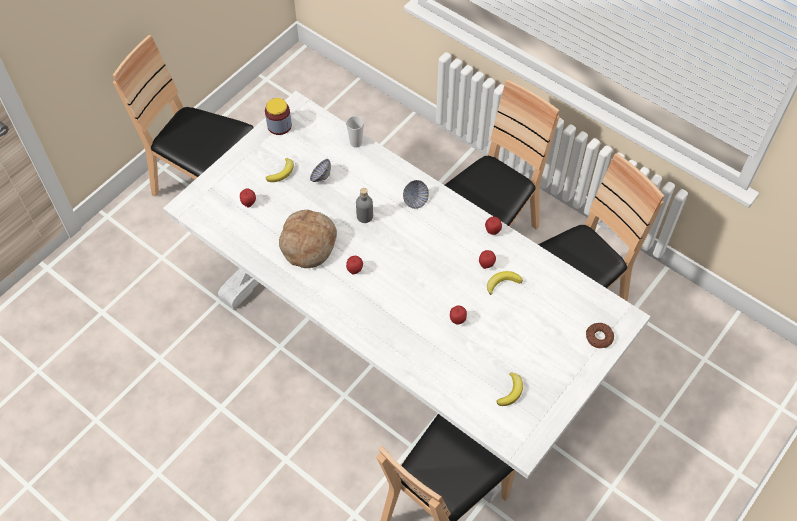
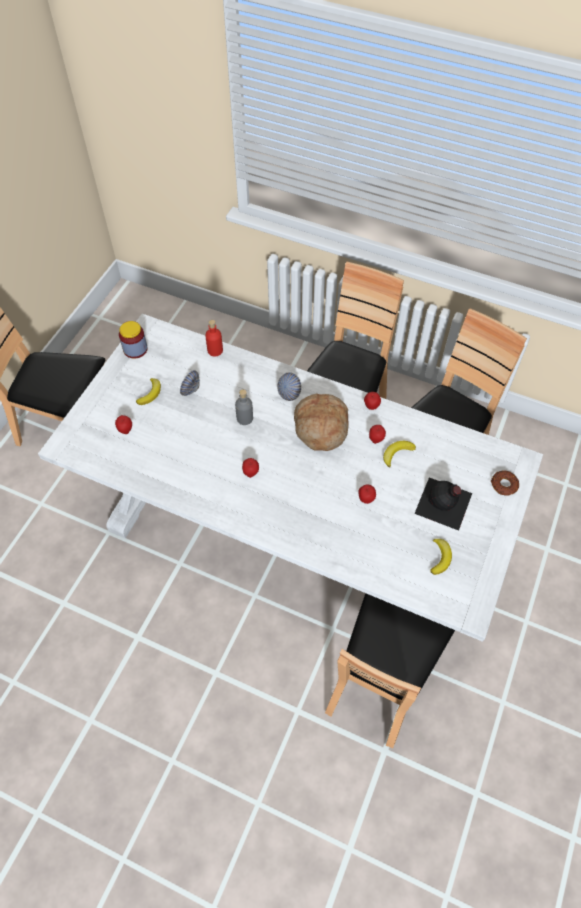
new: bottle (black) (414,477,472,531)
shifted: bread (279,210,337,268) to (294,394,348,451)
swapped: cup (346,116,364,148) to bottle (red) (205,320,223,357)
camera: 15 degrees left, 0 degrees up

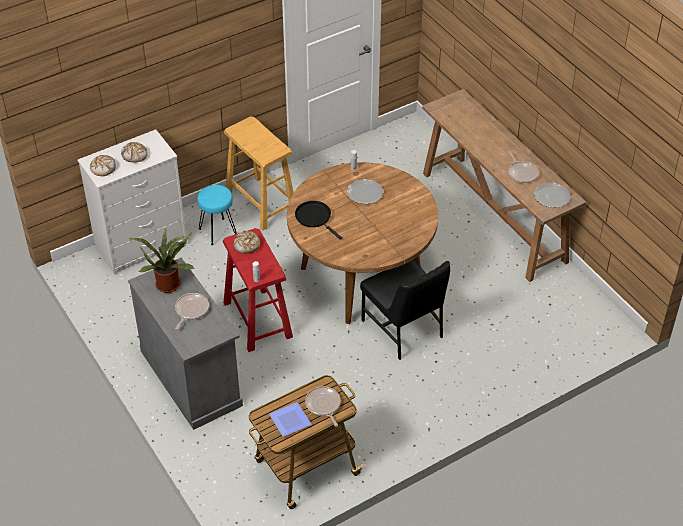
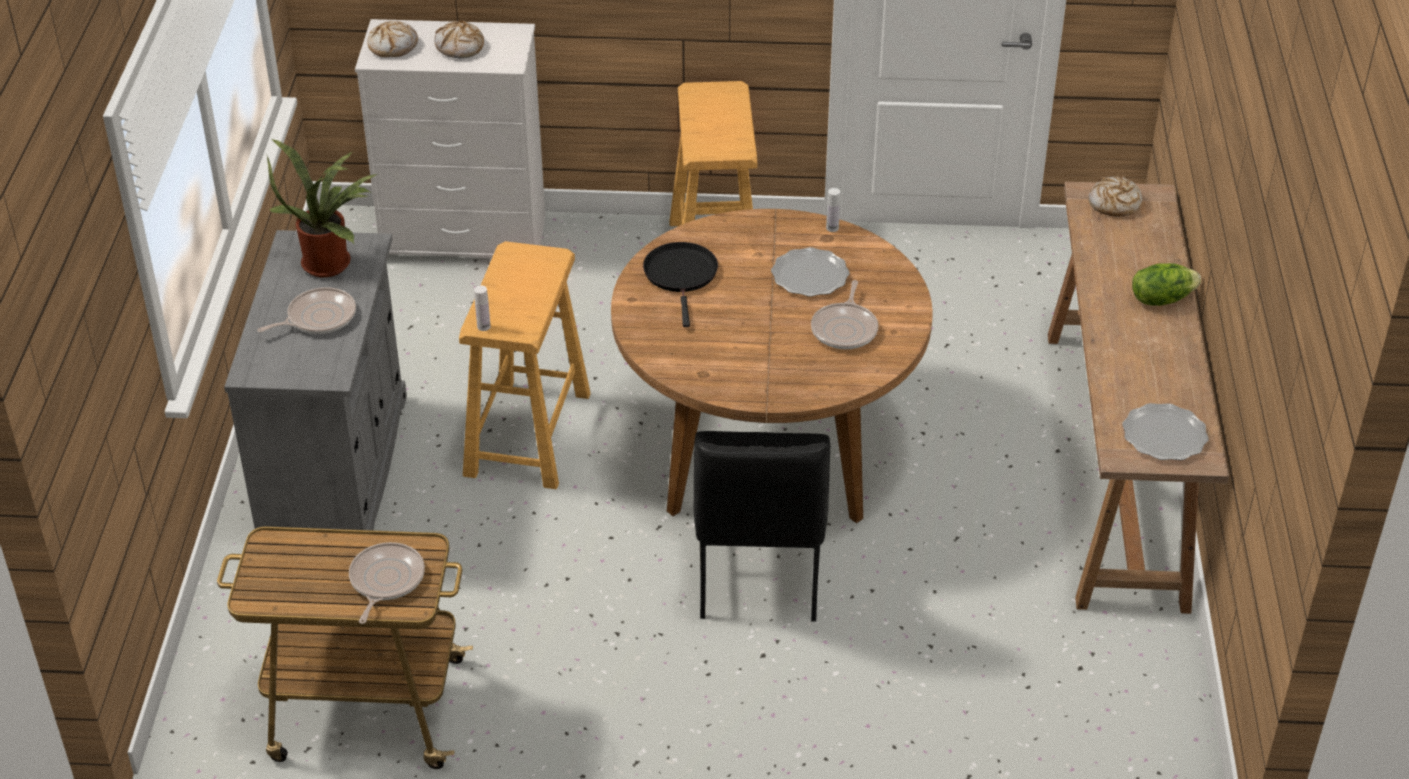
gone: stool (turquoise) (197,185,237,245); plate (269,402,312,437)
new: lettuce (1132,263,1201,306)
shifted: bread (234,230,260,254) to (1088,176,1142,217); frying pan (508,151,539,183) to (811,280,878,349)
repainted: stool (red) (223,228,293,352) to stool (beige) (459,241,591,489)
camera: 35 degrees right, 5 degrees down

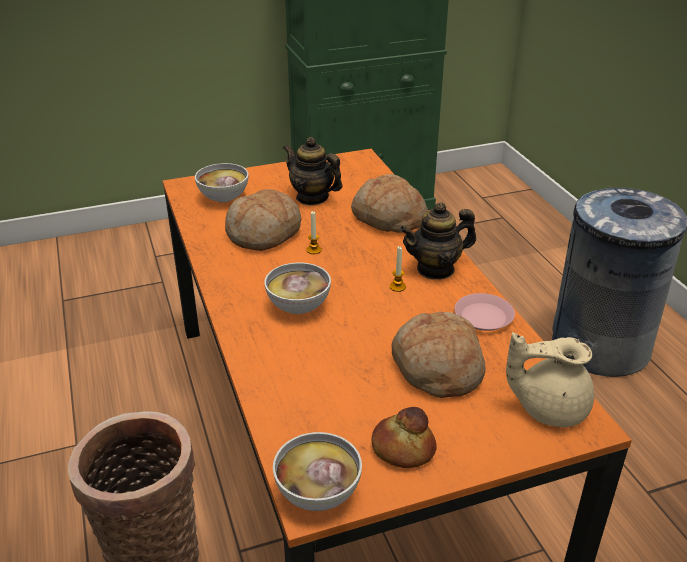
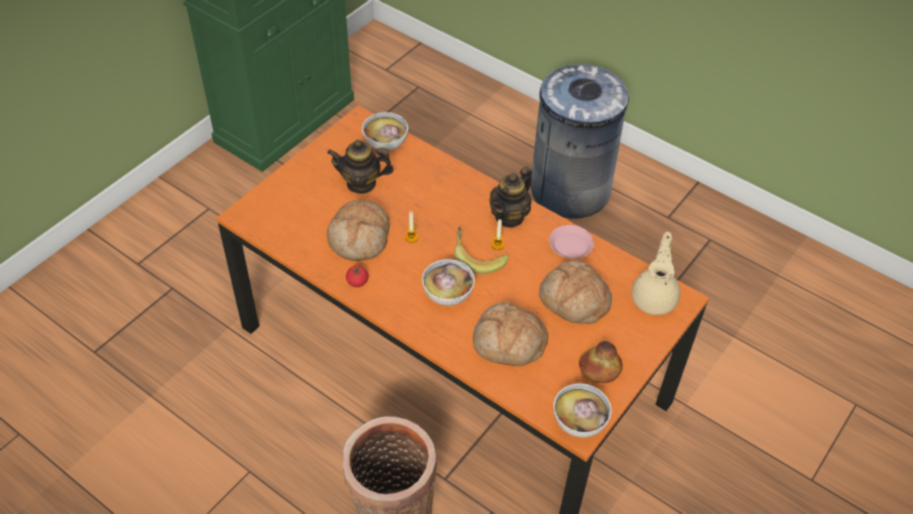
new: tomato (346,266,369,287); banana (454,227,509,274)
shifted: bowl (195,163,249,203) to (362,112,408,151); bread (351,174,428,233) to (473,302,548,366)
rotated: teapot (beige) (506,332,594,427) = (632,232,680,315) 135 degrees clockwise
camera: 35 degrees left, 15 degrees up

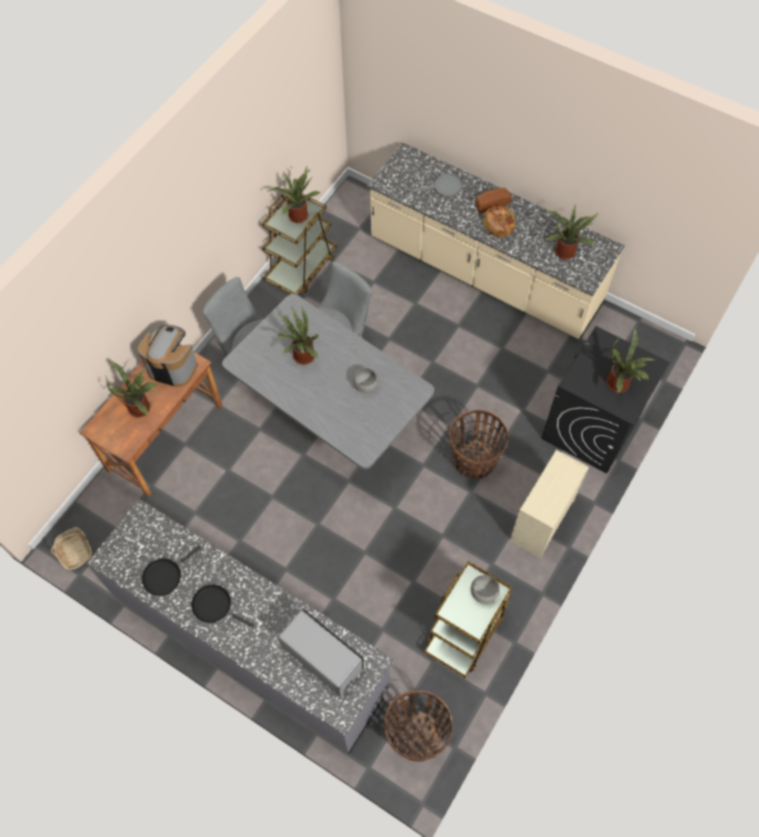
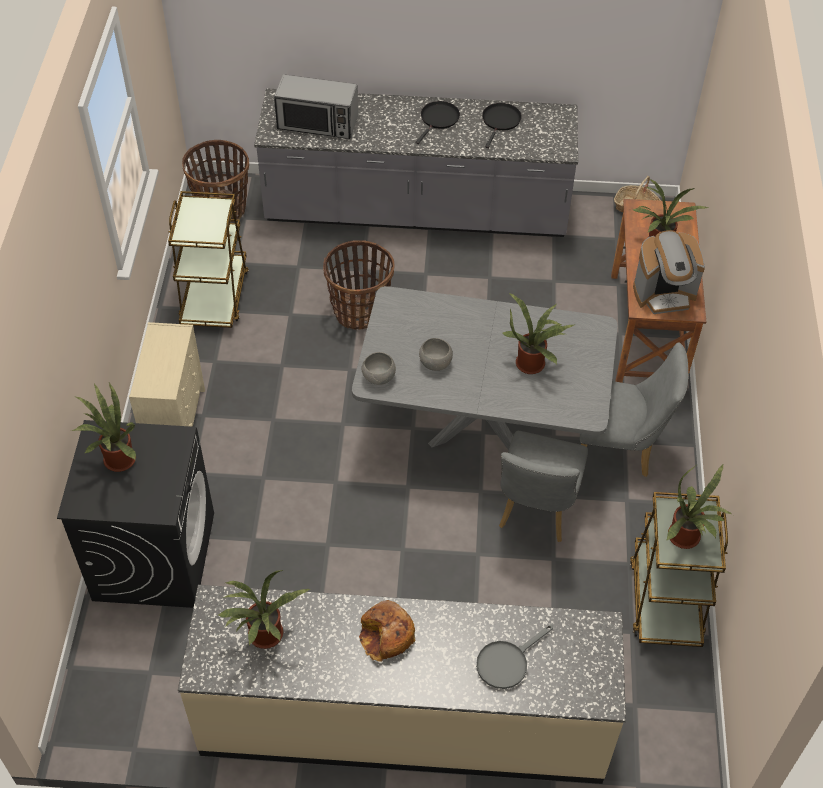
gone: bread (476,188,512,213)
shifted: basket (449,409,508,479) to (323,240,395,330); bowl (grey) (471,575,500,604) to (361,352,396,385)
rotated: frying pan (black) (191,585,254,627) = (415,101,460,144) 60 degrees counterclockwise
camera: 150 degrees right, 10 degrees down

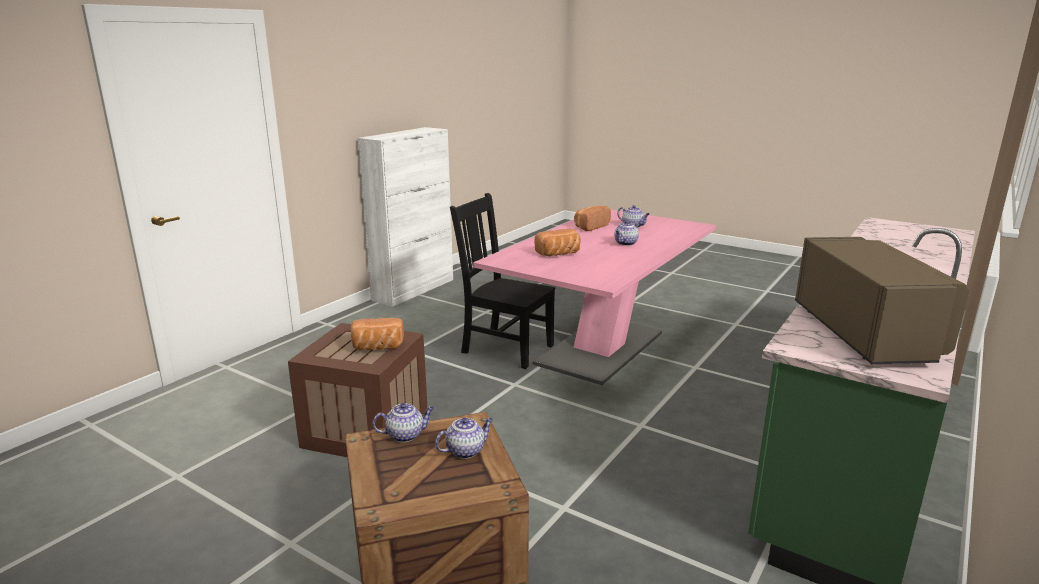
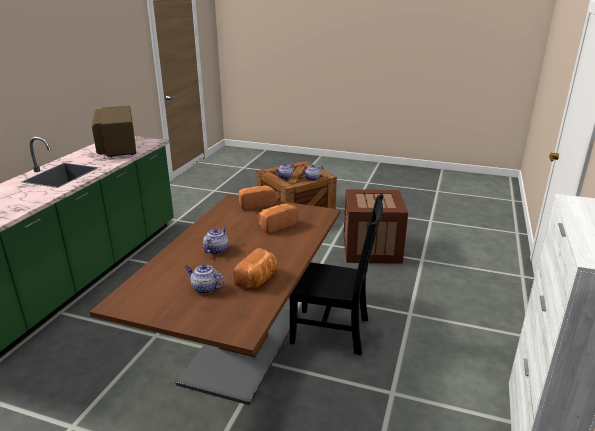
shifted: bread (351,318,404,351) to (239,186,276,210)
repainted: dining table (pink) (473,209,716,385) to dining table (brown) (90,194,340,405)
camera: 165 degrees right, 5 degrees up

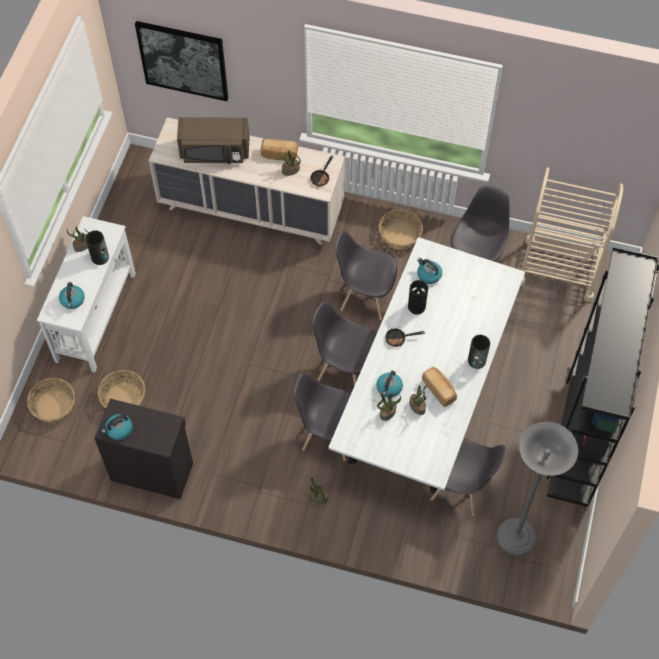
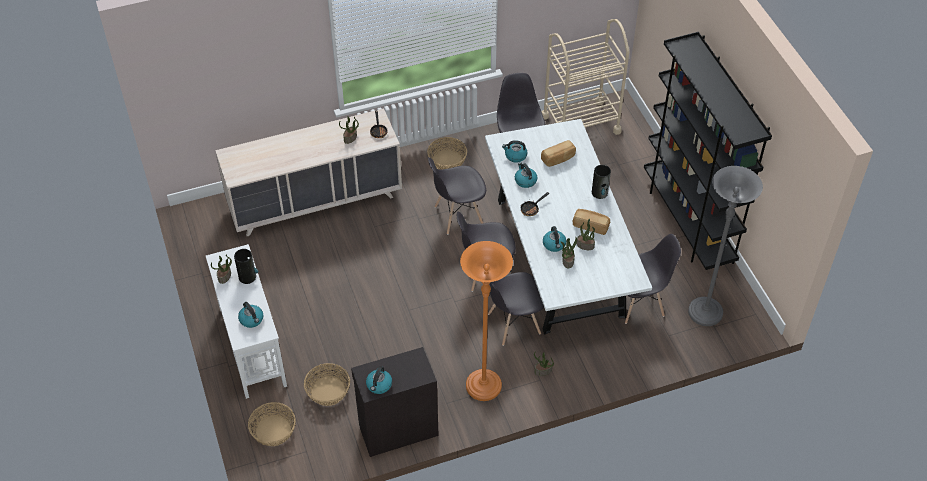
gone: picture (135,21,228,101); microwave (brown) (177,117,250,164)
new: floor lamp (orange) (460,241,513,401)
shifted: bread (260,139,298,160) to (541,140,576,167)
swapped: vase (408,280,428,315) to kettle (515,163,537,188)
camera: 35 degrees left, 10 degrees down

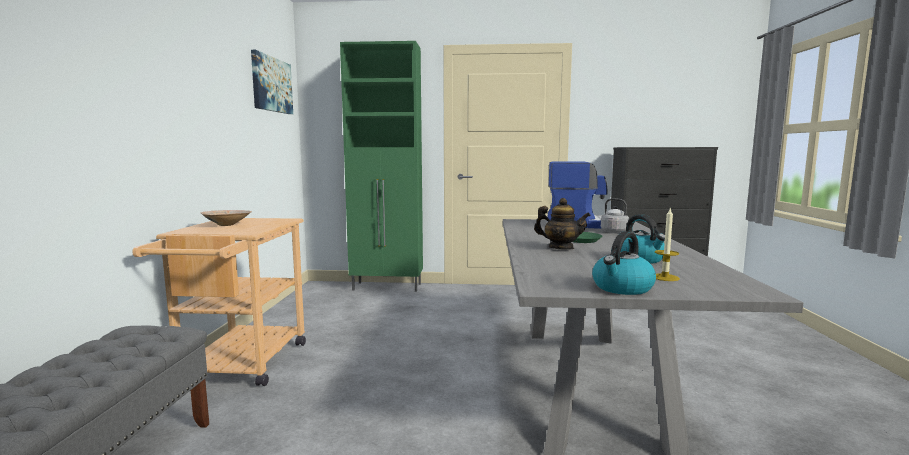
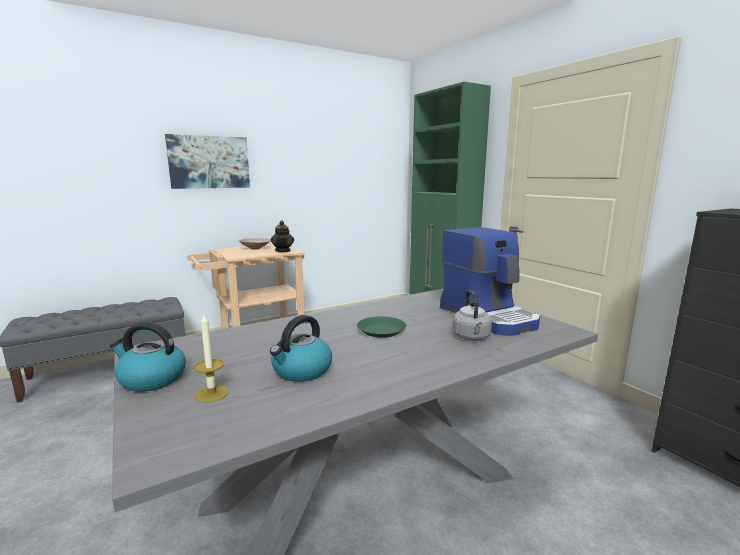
shifted: picture (251,50,293,114) to (165,134,250,189); teapot (534,198,591,250) to (271,221,294,252)
camera: 55 degrees right, 5 degrees up

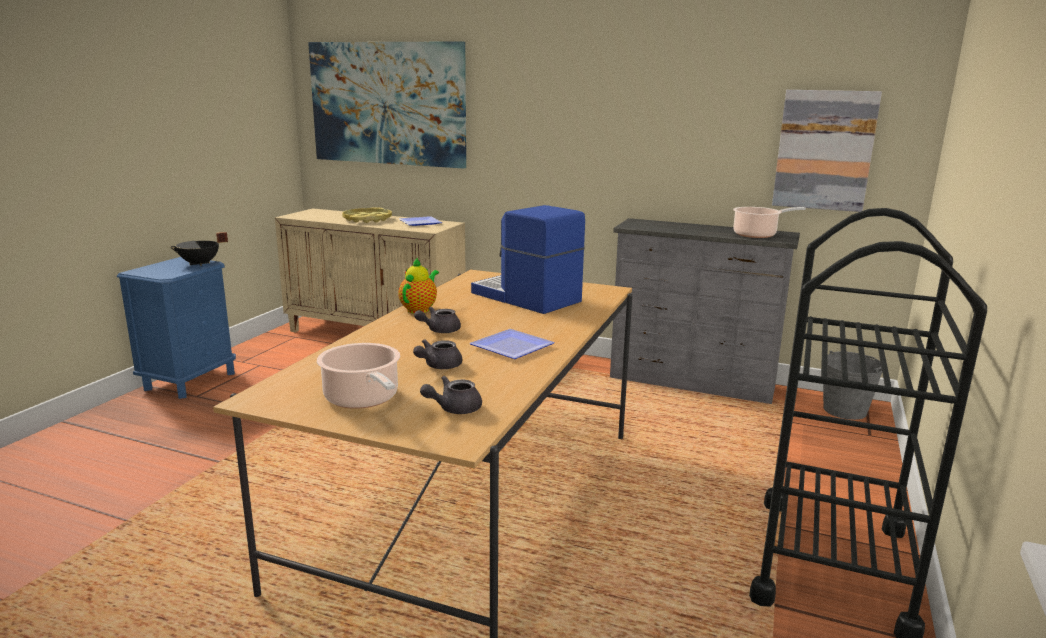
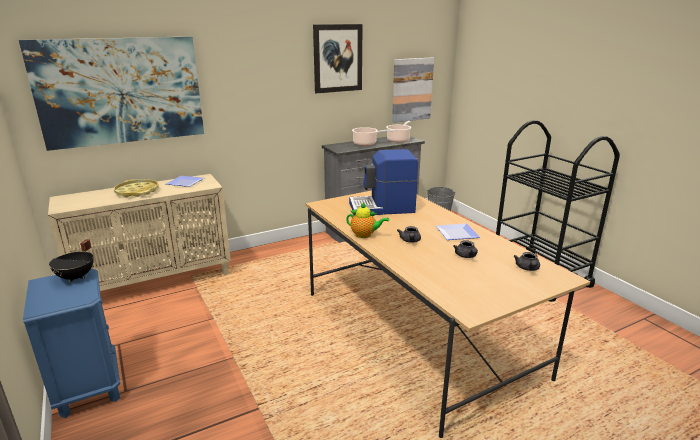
new: picture (313,24,363,93)
shifted: cooking pot (317,343,400,409) to (352,127,394,146)
rotated: teapot (398,257,439,314) = (346,203,389,238) 135 degrees clockwise
camera: 50 degrees left, 5 degrees up

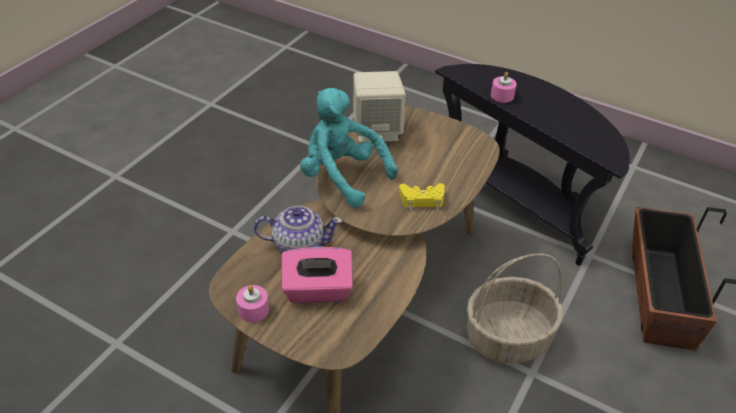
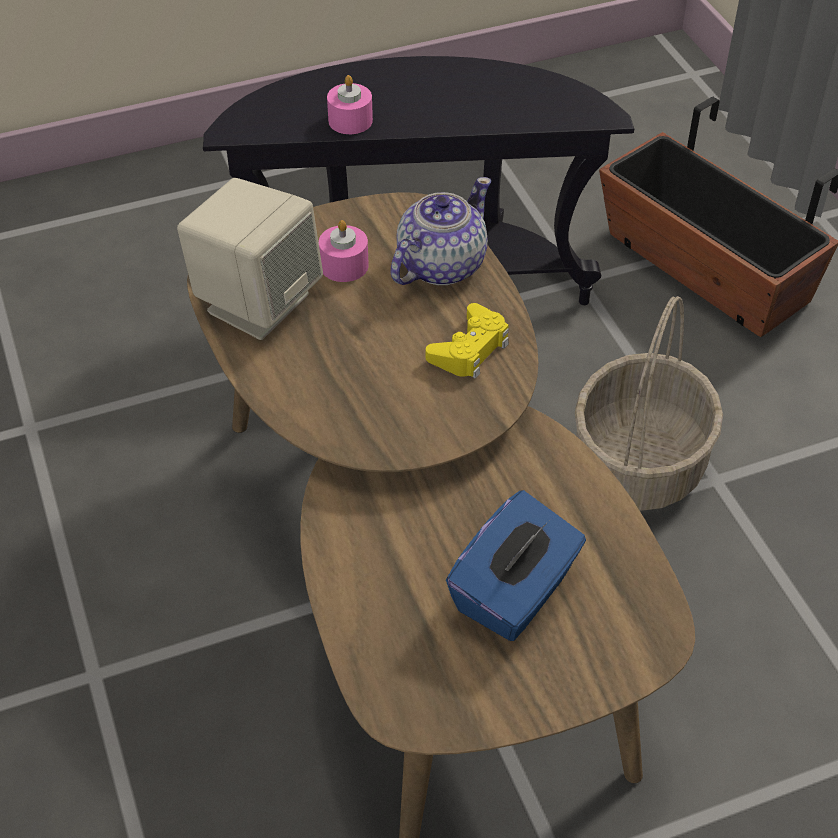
gone: plush toy (turquoise) (300,88,398,208)
shifted: candle (pink) (236,285,269,322) to (319,220,369,282); teapot (254,206,342,254) to (391,177,491,285)
repainted: tissue box (pink) (281,247,353,303) to tissue box (blue) (446,490,586,641)
camera: 50 degrees left, 5 degrees up

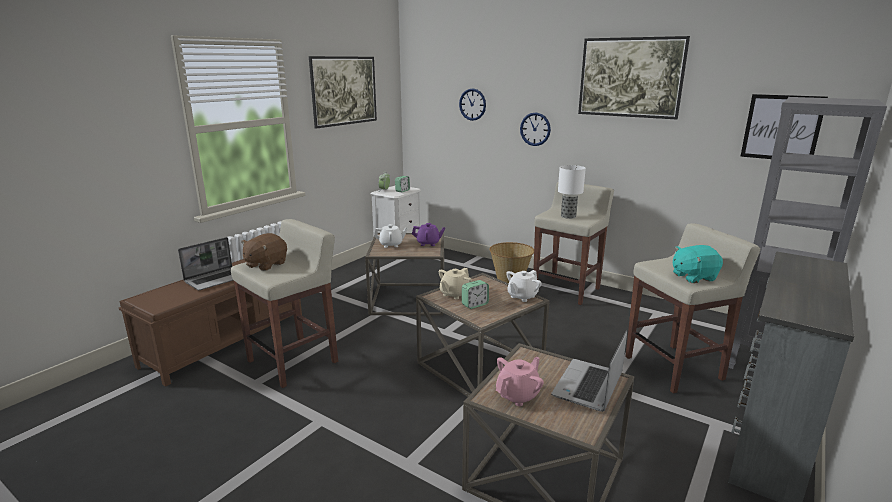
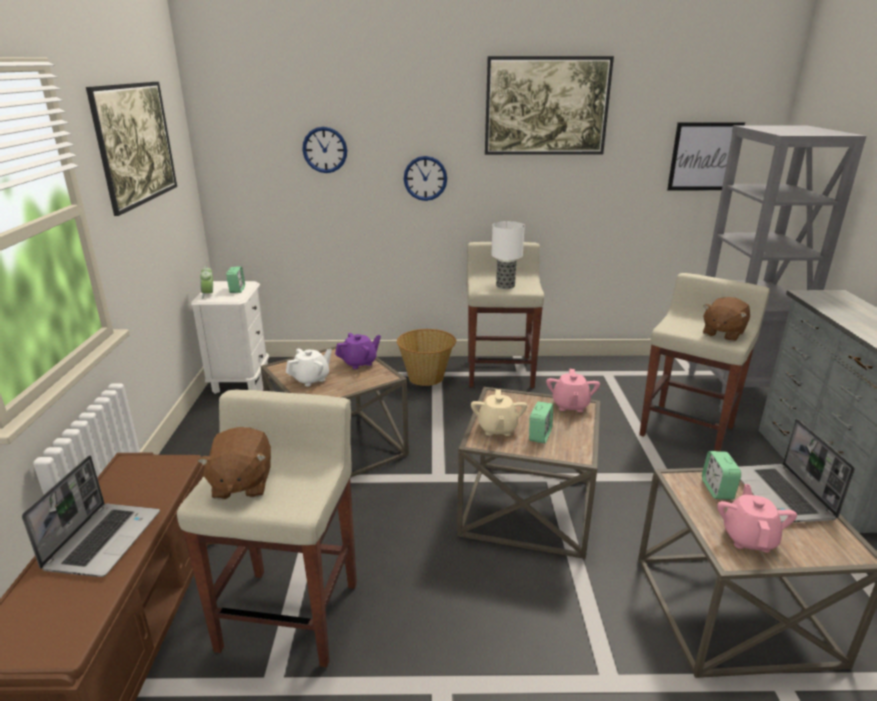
new: alarm clock (702,451,741,499)
repainted: teapot (white) (506,270,541,302) to teapot (pink) (546,369,600,412); plush toy (turquoise) (673,245,723,283) to plush toy (brown) (703,297,750,341)
camera: 35 degrees left, 5 degrees up

